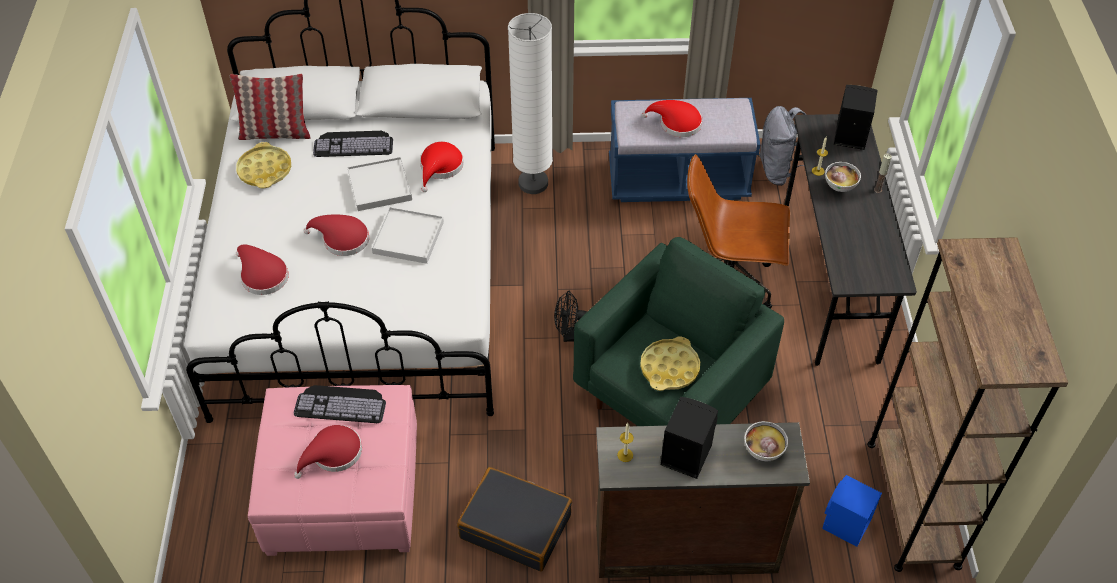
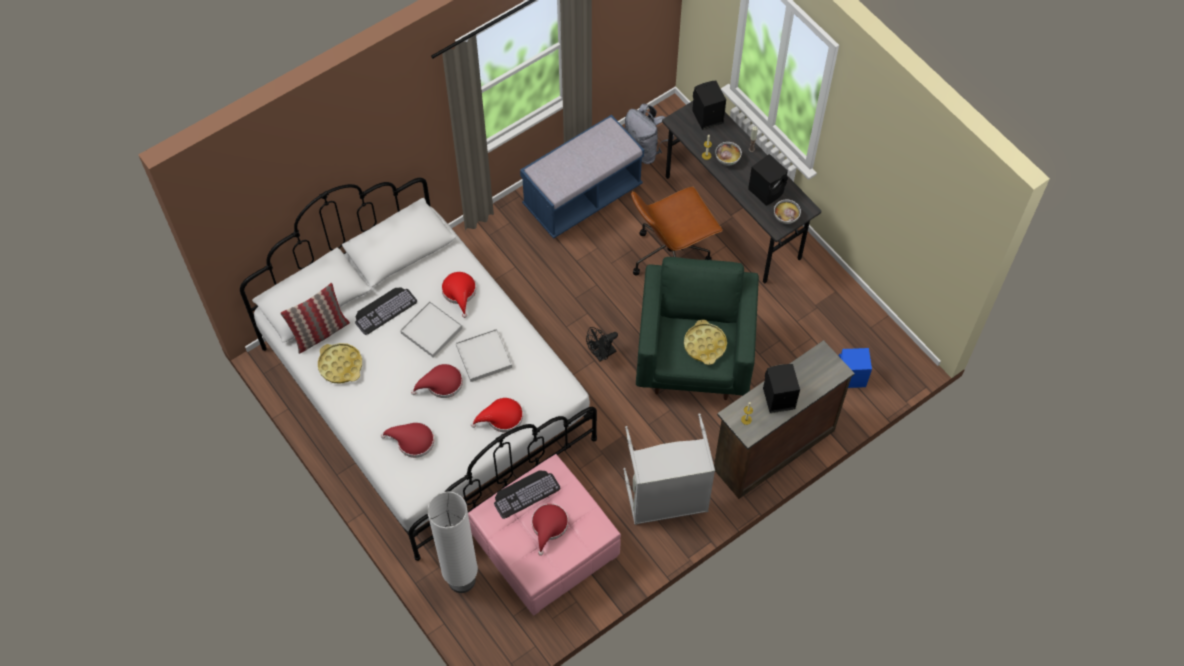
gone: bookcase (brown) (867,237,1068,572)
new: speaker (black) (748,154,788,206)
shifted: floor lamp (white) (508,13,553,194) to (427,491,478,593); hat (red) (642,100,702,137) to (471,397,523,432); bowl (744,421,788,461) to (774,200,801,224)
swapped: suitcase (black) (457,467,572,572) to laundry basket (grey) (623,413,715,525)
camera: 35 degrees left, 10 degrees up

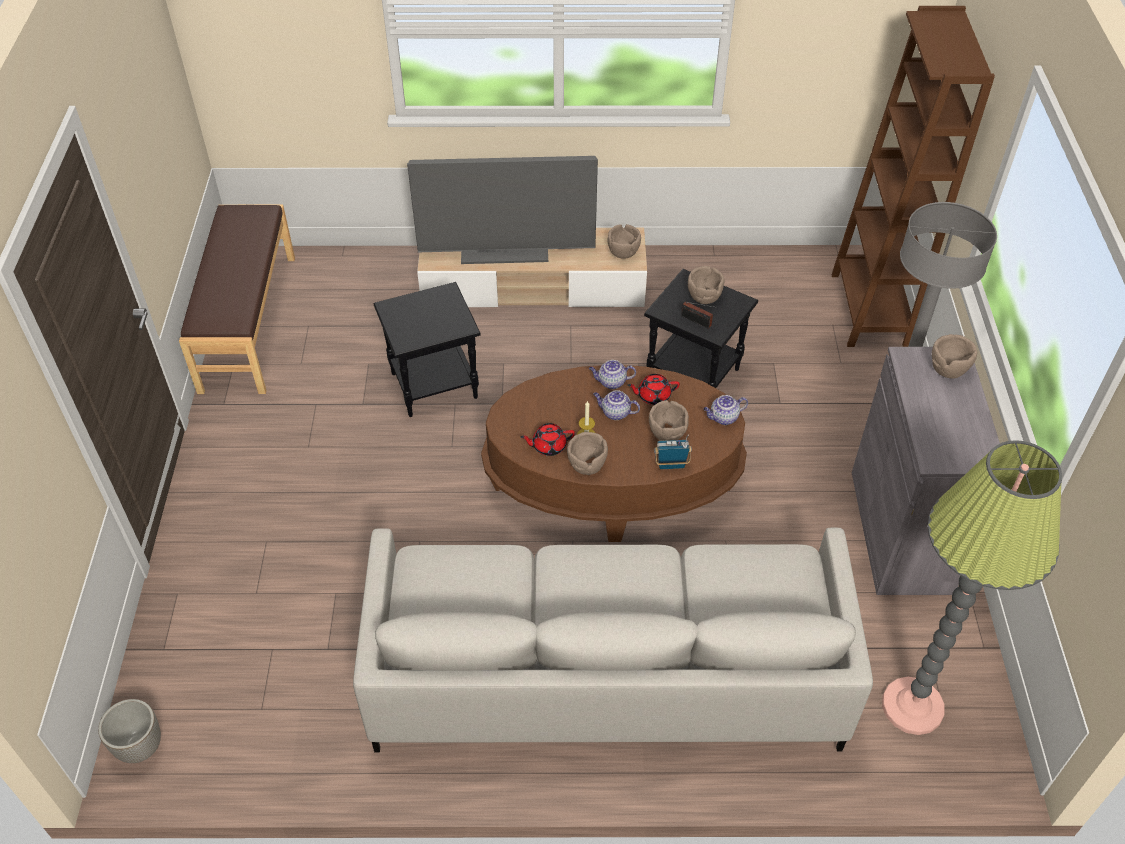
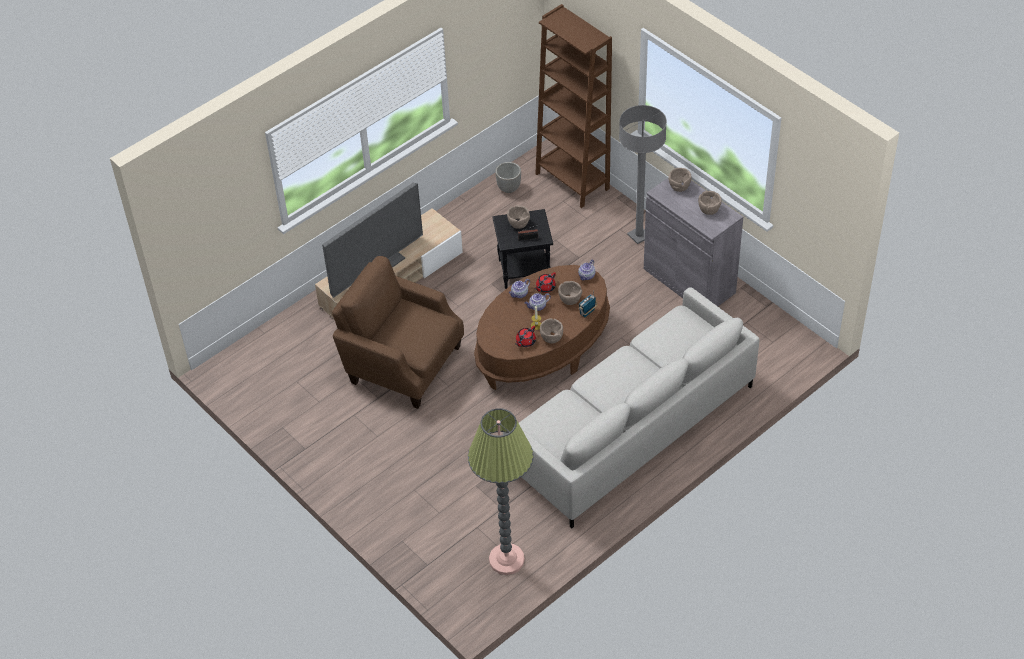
gone: bench (brown) (179,205,295,394)
shifted: planter (98,699,161,763) to (495,162,521,193); bowl (brown) (608,224,641,259) to (698,191,722,215); floor lamp (882,440,1062,735) to (468,408,534,575)
swapped: side table (black) (373,282,481,417) to armchair (brown) (332,256,464,409)
camera: 40 degrees left, 0 degrees up

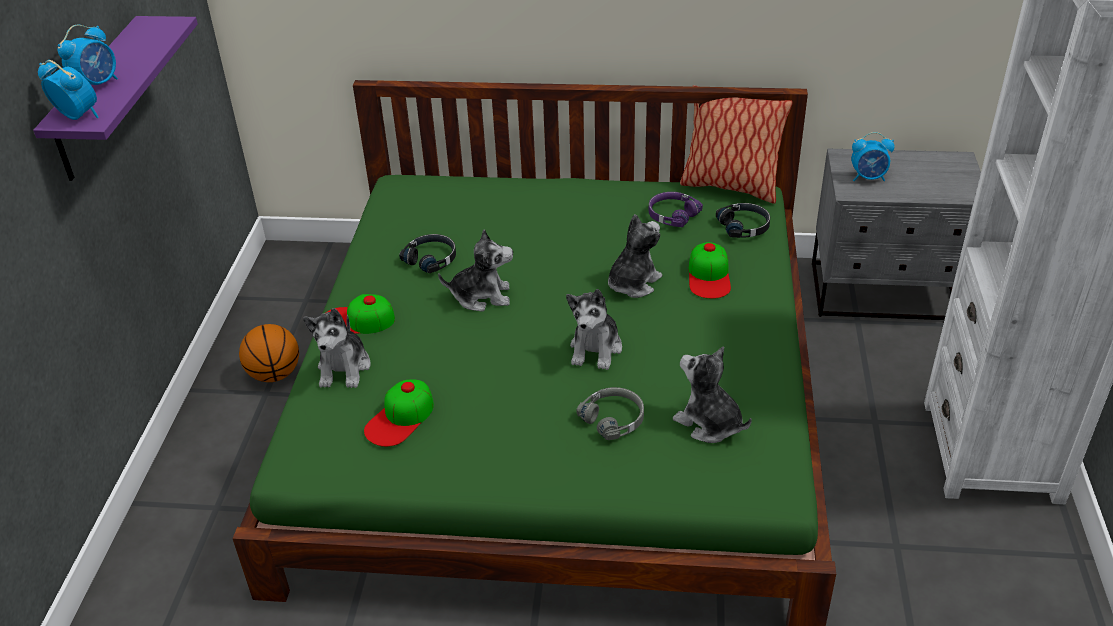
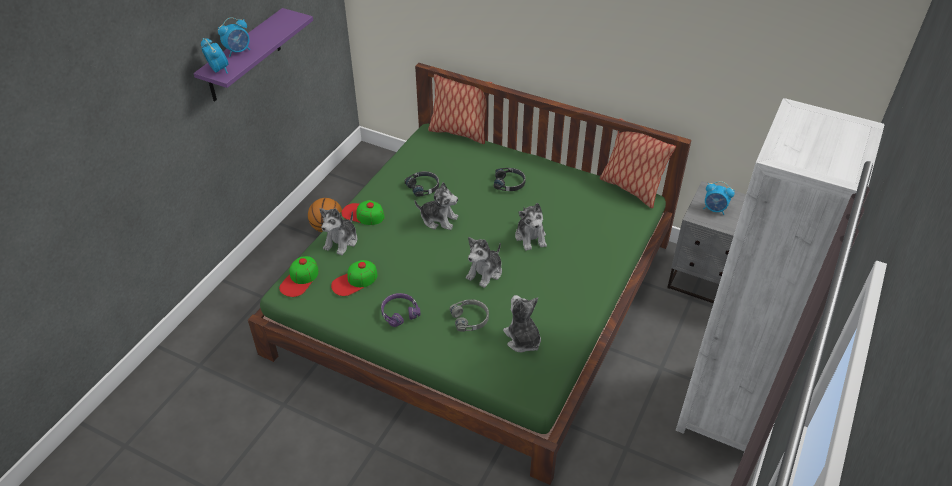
new: pillow (428,74,492,144)
shifted: headphones (purple) (649,192,703,227) to (381,293,420,327); cap (688,242,731,299) to (279,256,319,297); headphones (black) (716,203,770,238) to (494,168,526,191)
rotated: plush toy (608,214,662,298) = (515,203,547,251) 105 degrees clockwise
camera: 20 degrees right, 5 degrees up

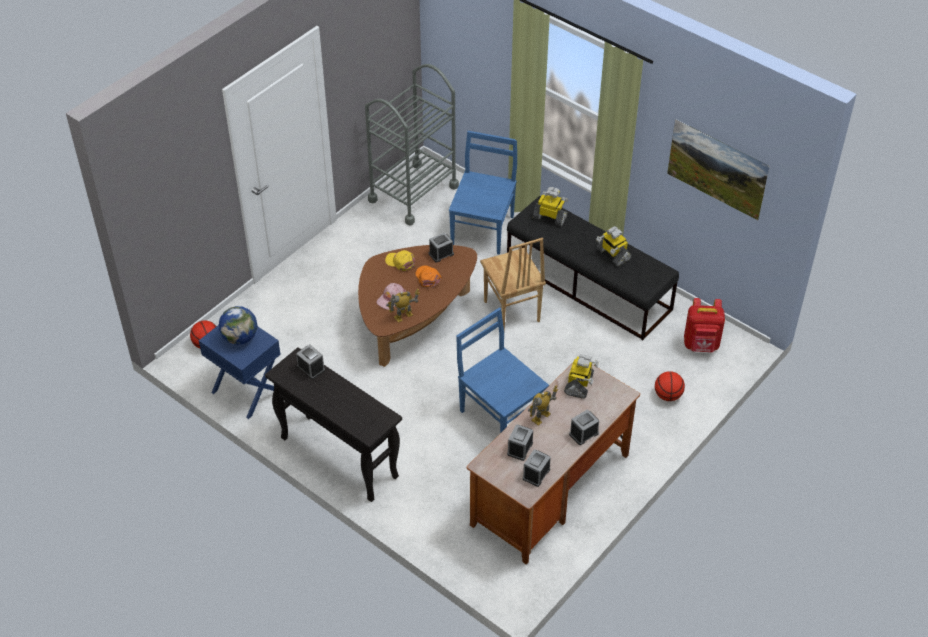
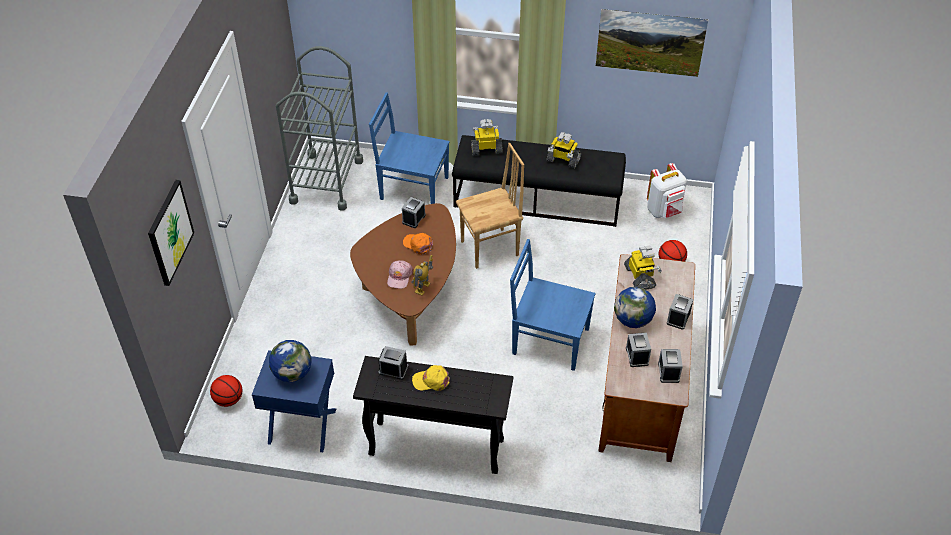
new: picture (148,180,194,286)
shifted: cap (yellow) (385,250,415,271) to (412,365,450,391)
swapped: toy robot (528,385,558,426) to globe (614,287,656,328)
repainted: backpack (red) (684,298,725,352) to backpack (white) (647,163,687,218)
rotated: chair (blue) (449,131,517,255) = (369,92,450,204) 60 degrees counterclockwise; chair (brown) (480,238,546,330) = (456,143,524,269) 60 degrees counterclockwise
camera: 30 degrees left, 0 degrees up

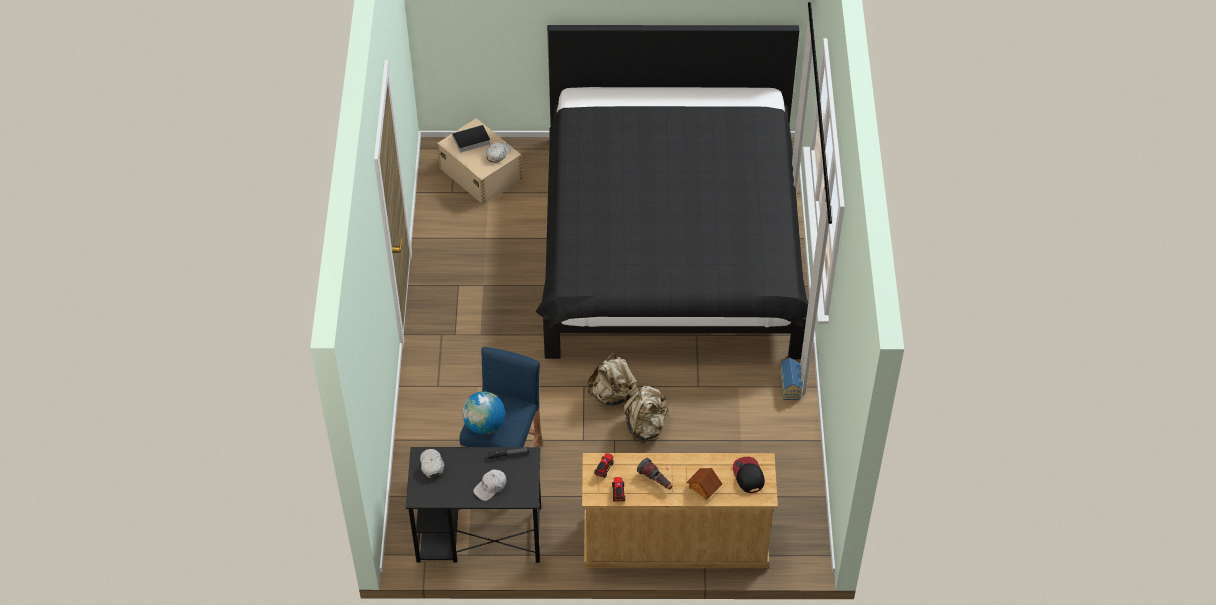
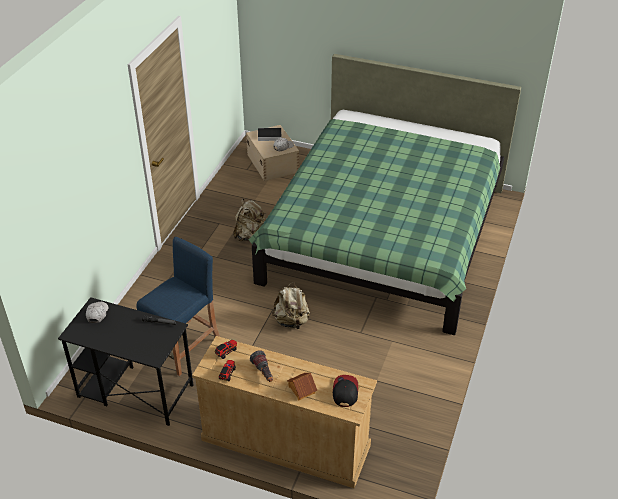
gone: globe (462,391,505,434); cap (white) (473,469,507,501); toy house (780,357,803,400)
shifted: backpack (beige) (623,386,669,443) to (233,199,266,241)
repainted: bed (black) (535,25,808,359) to bed (green) (249,54,521,335)
camera: 20 degrees right, 10 degrees down

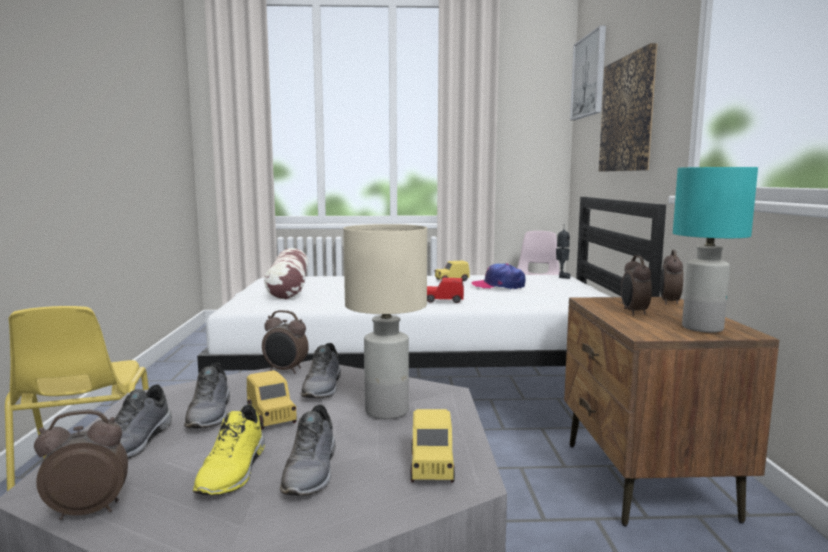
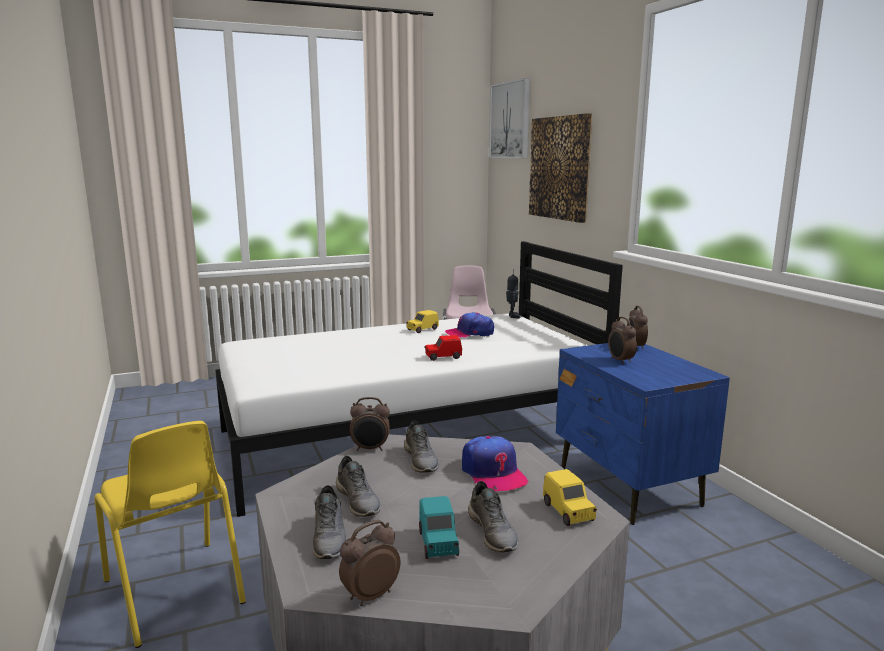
gone: toy car (yellow) (247,370,297,430); pillow (264,248,309,299); table lamp (turquoise) (673,167,758,333)
swapped: shoe (yellow) (193,404,265,495) to toy car (turquoise) (419,496,459,559); table lamp (beige) (343,224,427,419) to cap (462,436,529,491)
repainted: nightstand (brown) (564,297,779,526) to nightstand (blue) (556,343,730,525)
camera: 20 degrees left, 5 degrees up

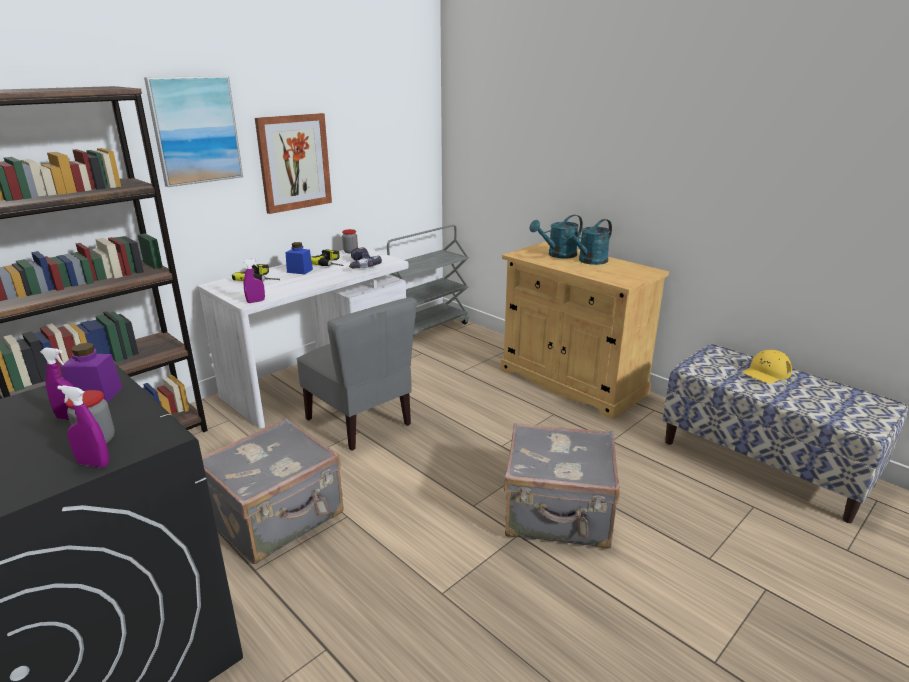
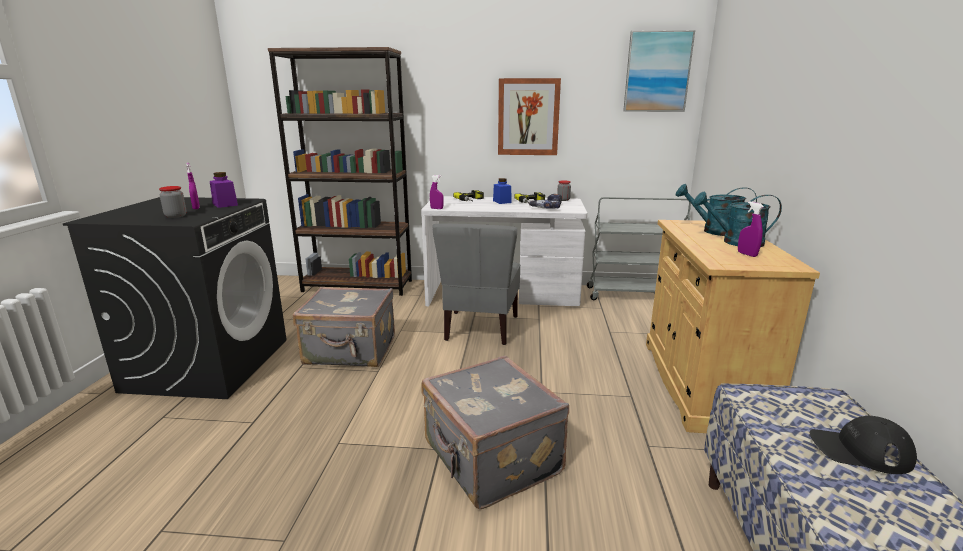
shifted: spray bottle (purple) (57,385,109,468) to (738,201,764,257); picture (144,76,243,187) to (623,30,695,112)
repainted: cap (yellow) (742,350,792,384) to cap (black) (810,416,917,474)
camera: 50 degrees right, 5 degrees down

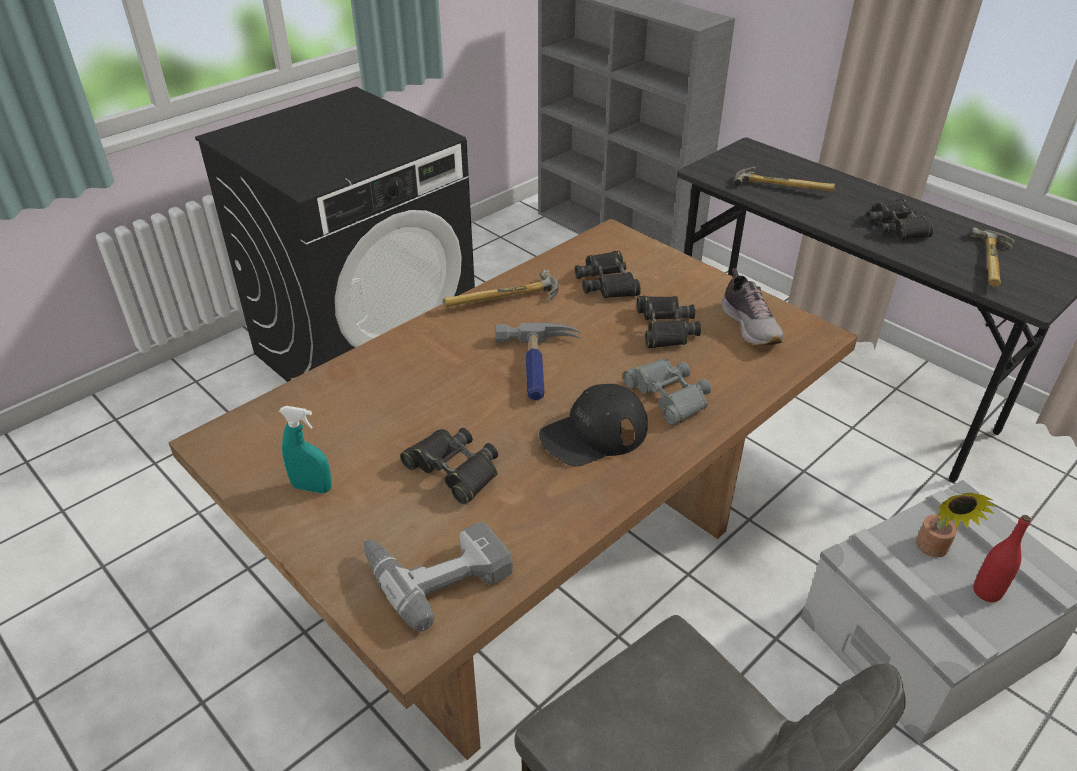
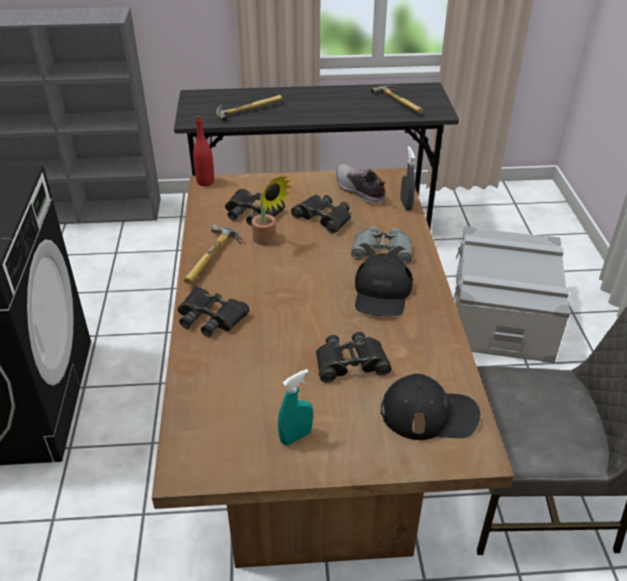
gone: hammer (495,323,580,400)
new: spray bottle (grey) (400,146,415,211)
shifted: binoculars (black) (865,199,934,239) to (177,286,250,337); potted plant (916,493,996,557) to (252,176,292,245); bottle (red) (973,515,1031,602) to (193,115,214,186)
swapped: power drill (364,522,513,631) to cap (black) (381,374,480,440)
rotated: shoe (721,268,784,345) = (336,164,386,205) 150 degrees counterclockwise
camera: 50 degrees left, 0 degrees up

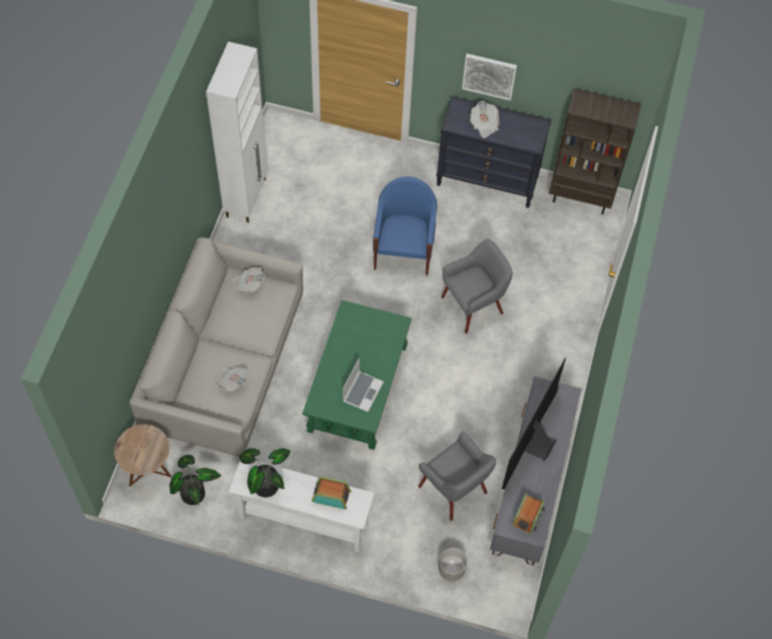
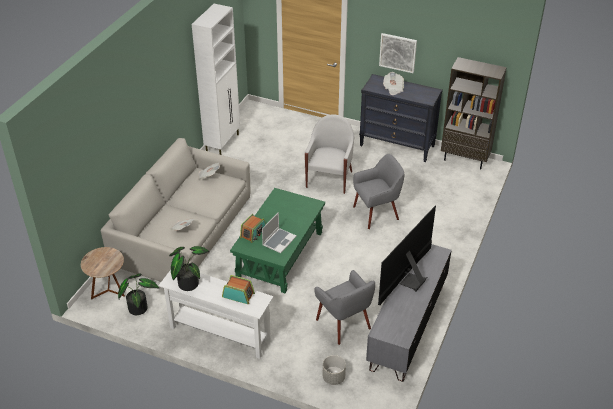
shifted: radio (513,493,545,535) to (240,214,266,243)
repainted: armchair (blue) (373,177,437,276) to armchair (white) (305,114,354,194)
camera: 10 degrees right, 20 degrees down

